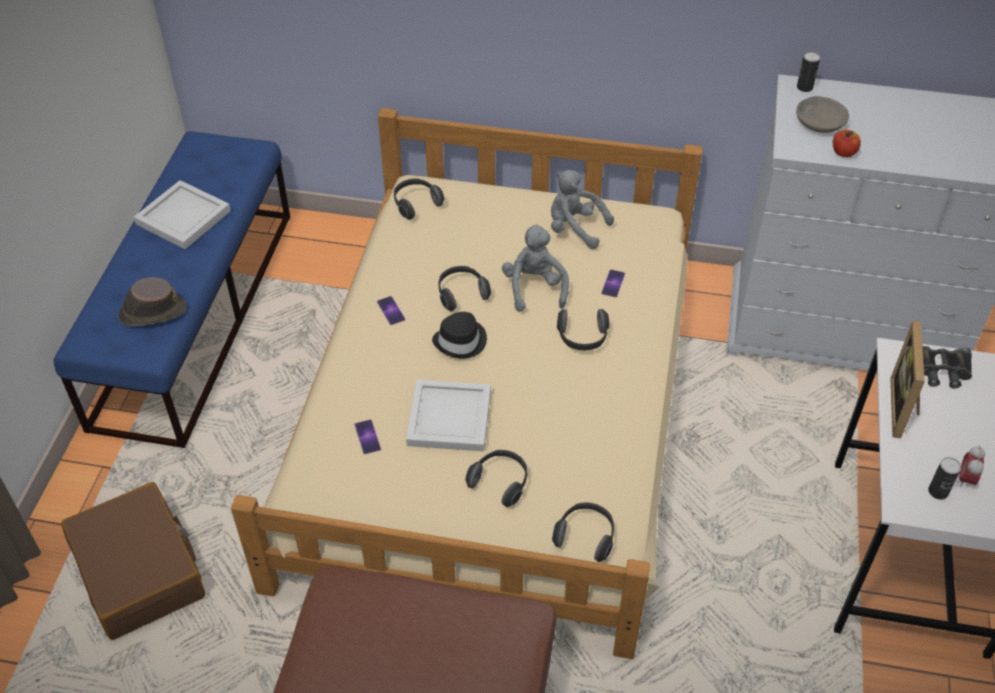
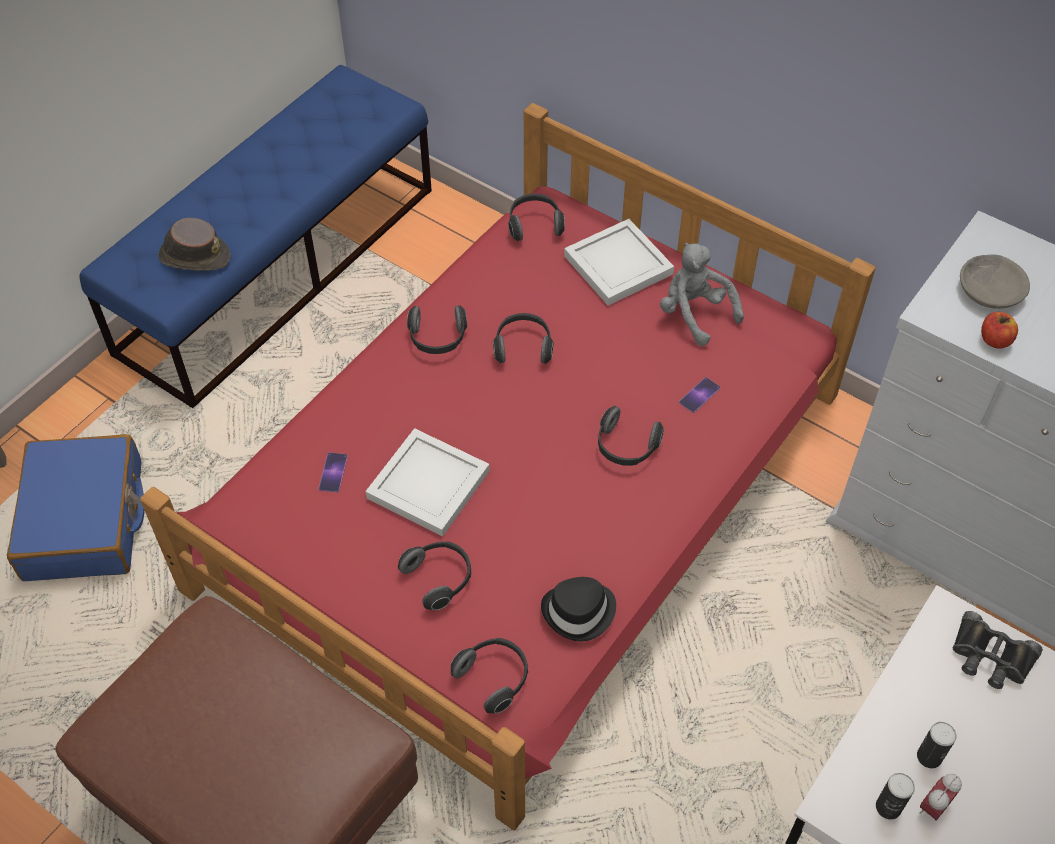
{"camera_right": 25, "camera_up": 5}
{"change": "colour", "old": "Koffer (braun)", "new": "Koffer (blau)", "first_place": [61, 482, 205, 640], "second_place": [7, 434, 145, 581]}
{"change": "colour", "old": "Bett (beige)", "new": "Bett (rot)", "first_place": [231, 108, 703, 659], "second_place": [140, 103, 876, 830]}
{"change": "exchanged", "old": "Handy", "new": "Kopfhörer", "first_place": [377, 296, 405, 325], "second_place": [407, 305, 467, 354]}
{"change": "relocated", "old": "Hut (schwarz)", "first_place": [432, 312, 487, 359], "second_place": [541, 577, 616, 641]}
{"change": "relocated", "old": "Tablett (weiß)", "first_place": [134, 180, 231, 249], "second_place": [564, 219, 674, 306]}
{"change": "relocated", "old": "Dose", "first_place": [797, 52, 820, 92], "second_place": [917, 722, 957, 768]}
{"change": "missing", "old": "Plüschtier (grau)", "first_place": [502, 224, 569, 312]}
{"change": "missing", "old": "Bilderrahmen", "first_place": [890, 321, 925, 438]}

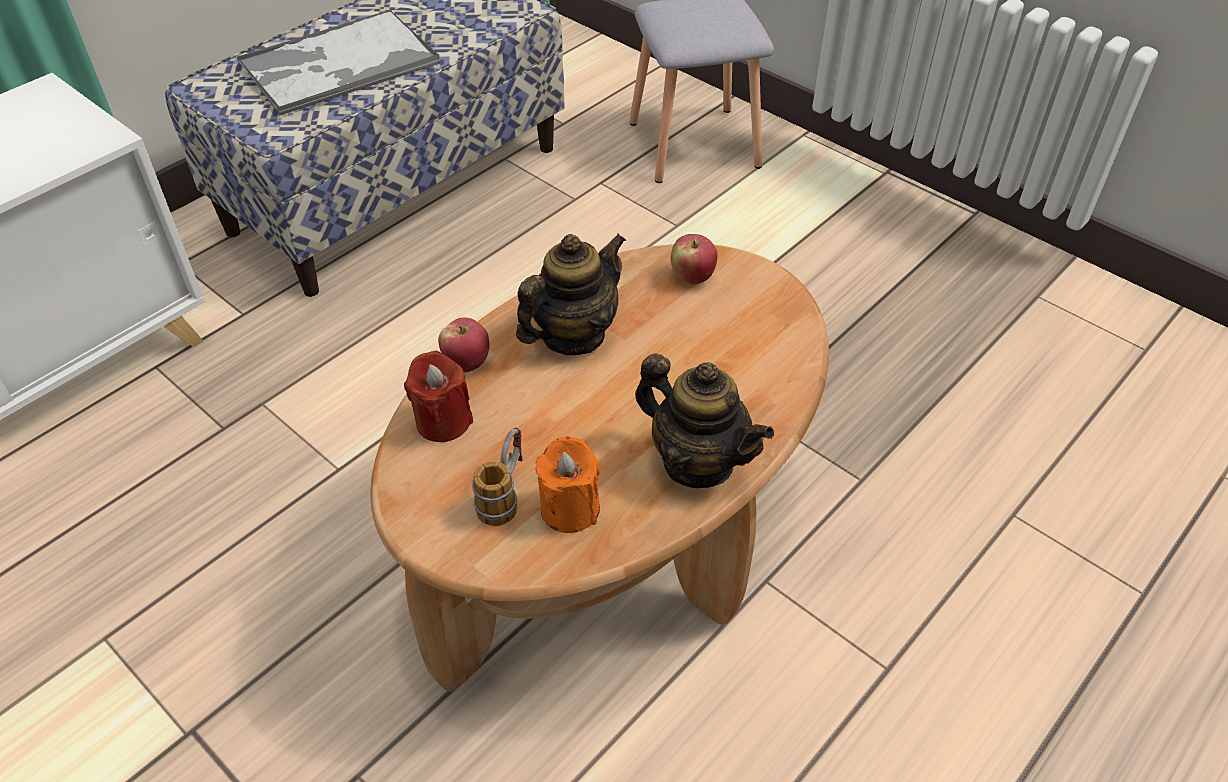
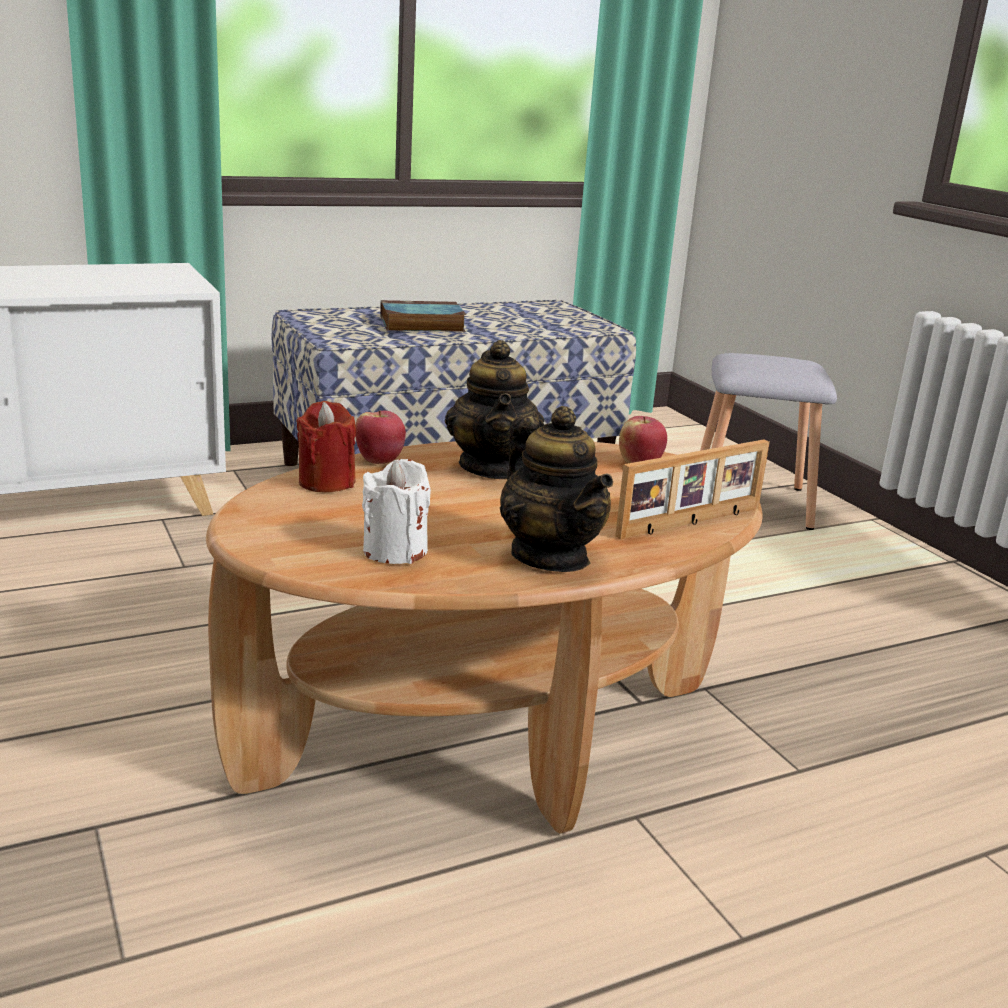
{"camera_right": 20, "camera_up": -25}
{"change": "colour", "old": "Kerze (orange)", "new": "Kerze (weiß)", "first_place": [536, 436, 600, 533], "second_place": [362, 459, 431, 564]}
{"change": "exchanged", "old": "Tablett", "new": "Buch", "first_place": [237, 9, 441, 116], "second_place": [380, 300, 466, 332]}
{"change": "spun", "old": "Teekanne", "first_place": [516, 234, 626, 355], "second_place": [445, 340, 544, 479], "degrees": 105}
{"change": "appeared", "new": "Bilderrahmen", "second_place": [615, 440, 770, 539]}
{"change": "missing", "old": "Henkelbecher", "first_place": [472, 427, 523, 526]}

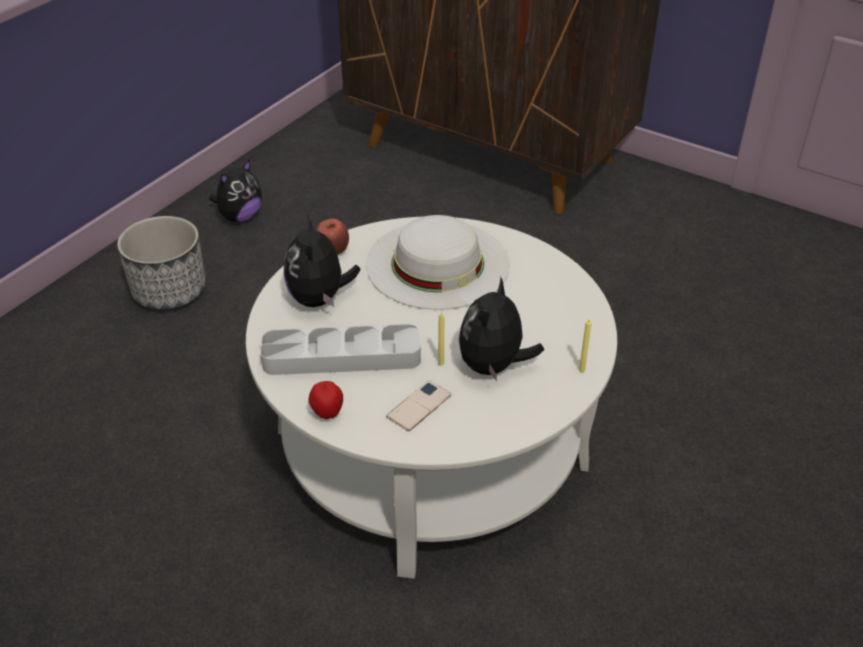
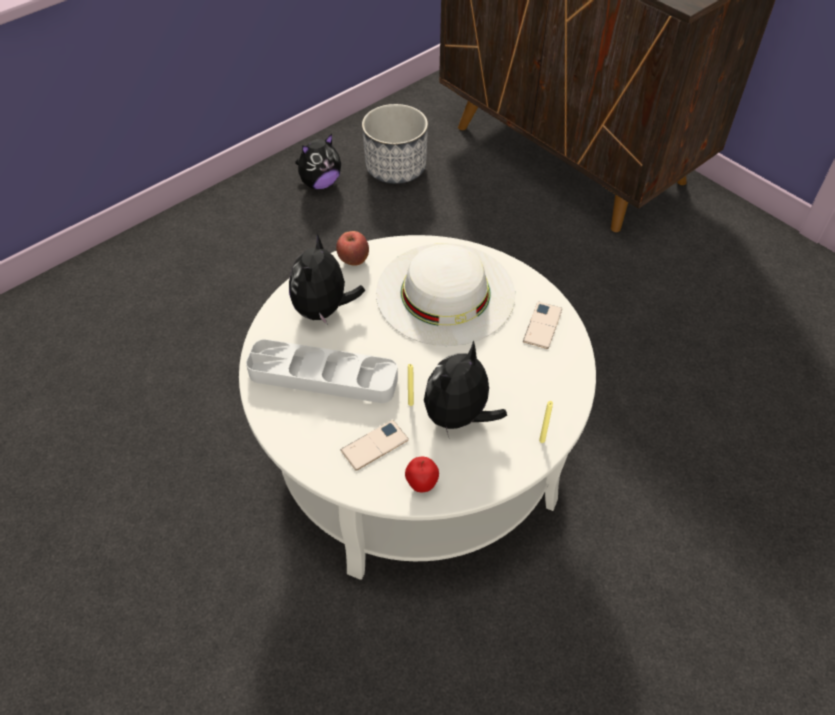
{"camera_right": 15, "camera_up": 10}
{"change": "relocated", "old": "Pflanzkübel", "first_place": [117, 216, 206, 310], "second_place": [362, 104, 428, 184]}
{"change": "relocated", "old": "Apfel", "first_place": [309, 381, 343, 419], "second_place": [405, 457, 439, 492]}
{"change": "appeared", "new": "Handy", "second_place": [523, 302, 562, 349]}

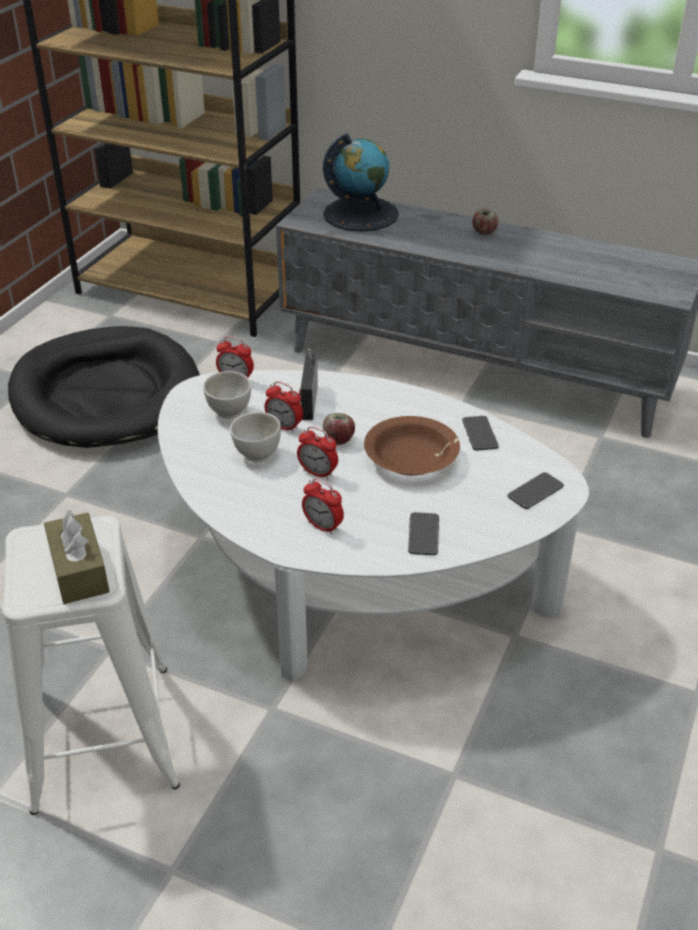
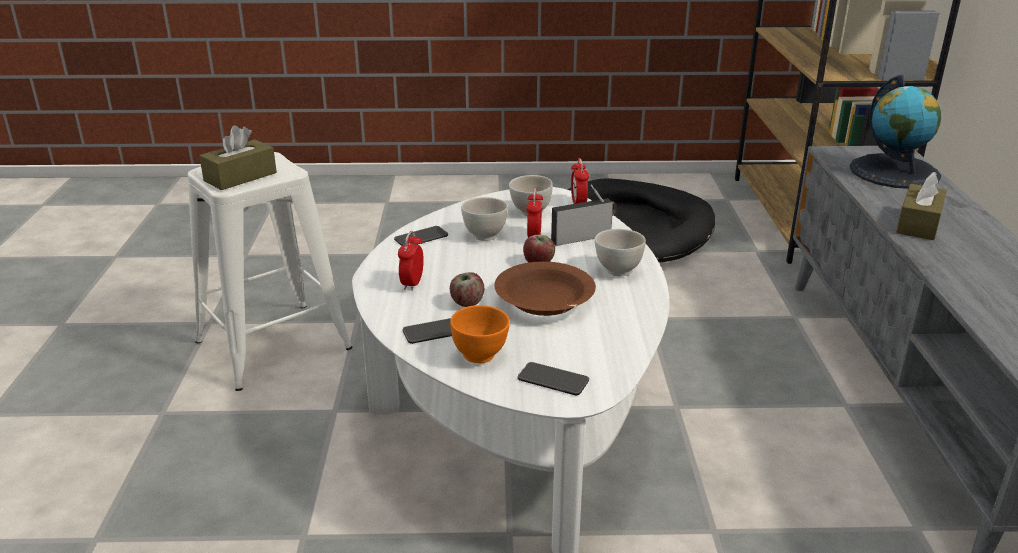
{"camera_right": 65, "camera_up": -10}
{"change": "relocated", "old": "Handy", "first_place": [462, 416, 499, 451], "second_place": [394, 226, 448, 246]}
{"change": "relocated", "old": "Apfel", "first_place": [473, 209, 498, 235], "second_place": [450, 272, 484, 307]}
{"change": "appeared", "new": "Schüssel (orange)", "second_place": [450, 305, 510, 363]}
{"change": "appeared", "new": "Schüssel (weiß)", "second_place": [595, 229, 646, 276]}
{"change": "appeared", "new": "Taschentuchbox (braun)", "second_place": [896, 172, 947, 240]}
{"change": "missing", "old": "Wecker", "first_place": [297, 426, 338, 480]}

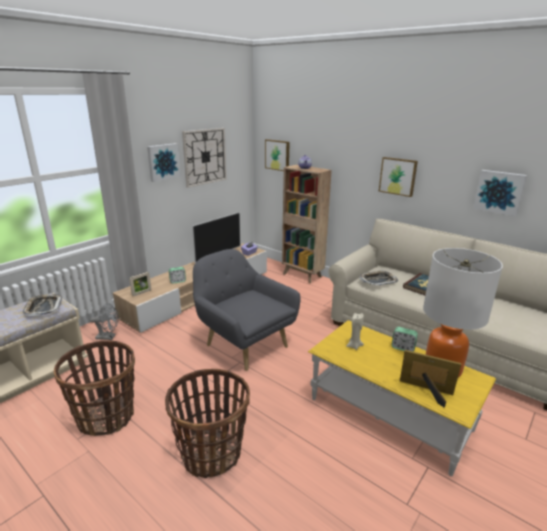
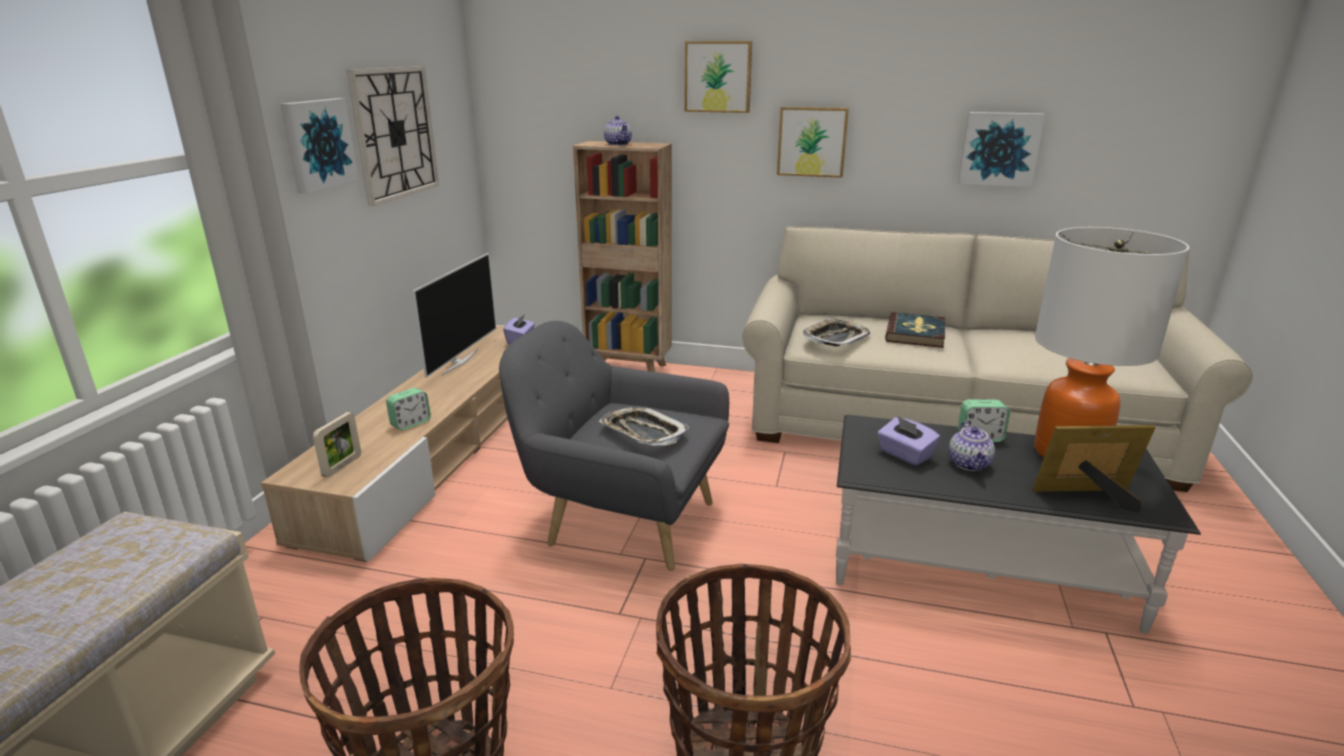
{"camera_right": -25, "camera_up": 0}
{"change": "relocated", "old": "Tablett", "first_place": [23, 294, 62, 316], "second_place": [599, 406, 689, 446]}
{"change": "relocated", "old": "Bild", "first_place": [265, 139, 290, 171], "second_place": [685, 41, 752, 113]}
{"change": "colour", "old": "Couchtisch (gelb)", "new": "Couchtisch (schwarz)", "first_place": [308, 320, 496, 476], "second_place": [836, 415, 1201, 634]}
{"change": "exchanged", "old": "Kerze (beige)", "new": "Taschentuchbox (lila)", "first_place": [346, 313, 364, 350], "second_place": [877, 416, 940, 466]}
{"change": "appeared", "new": "Teekanne", "second_place": [949, 421, 995, 471]}
{"change": "missing", "old": "Ventilator (grau)", "first_place": [90, 303, 119, 340]}

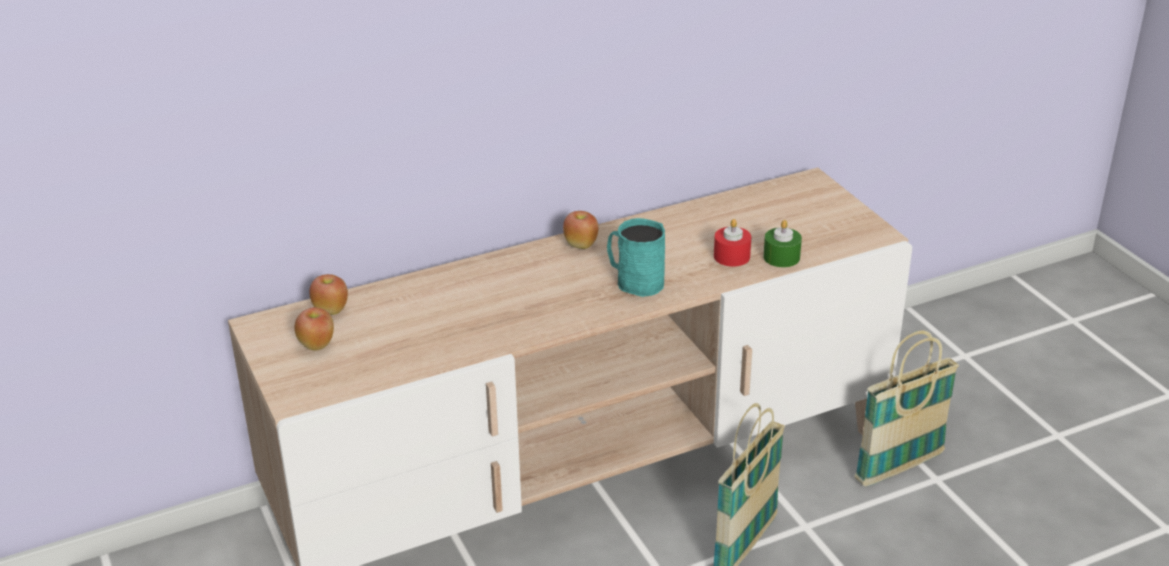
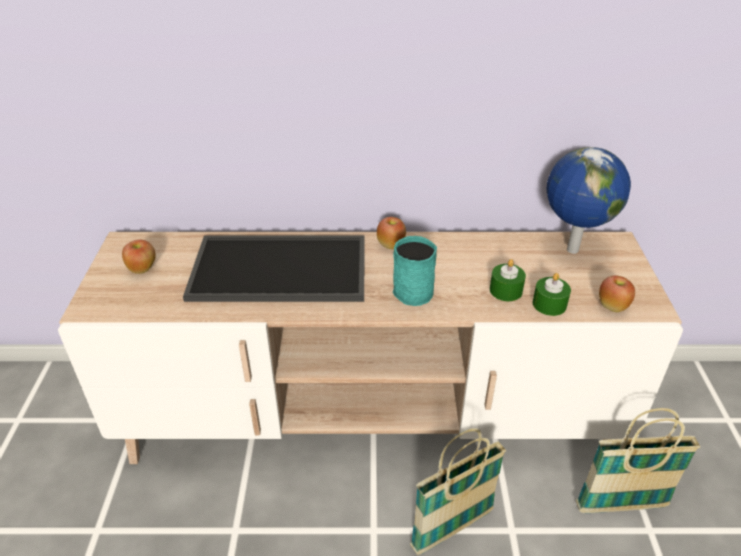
{"camera_right": 25, "camera_up": 5}
{"change": "appeared", "new": "Tablett", "second_place": [183, 235, 365, 302]}
{"change": "colour", "old": "Kerze (rot)", "new": "Kerze (grün)", "first_place": [714, 219, 751, 267], "second_place": [490, 259, 526, 301]}
{"change": "appeared", "new": "Globus", "second_place": [547, 147, 631, 254]}
{"change": "relocated", "old": "Apfel", "first_place": [309, 274, 348, 315], "second_place": [599, 275, 635, 312]}

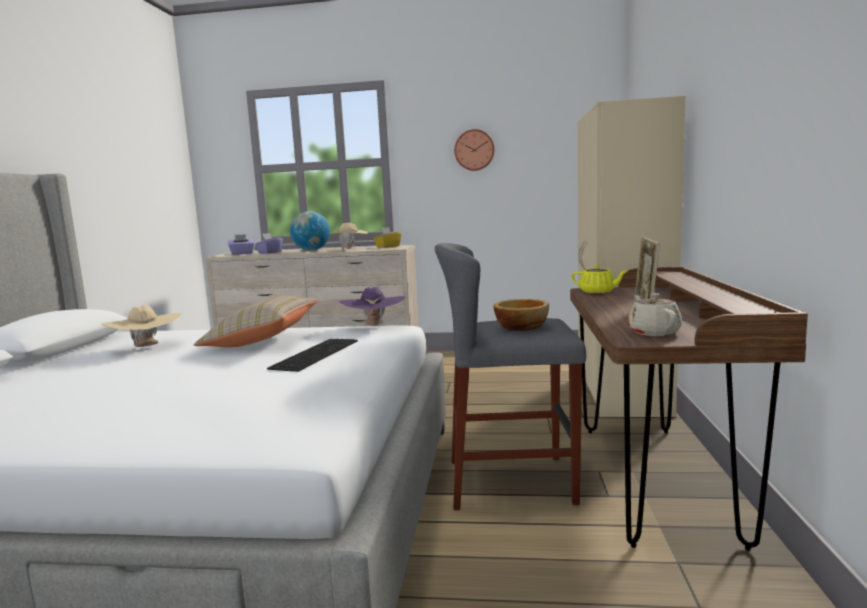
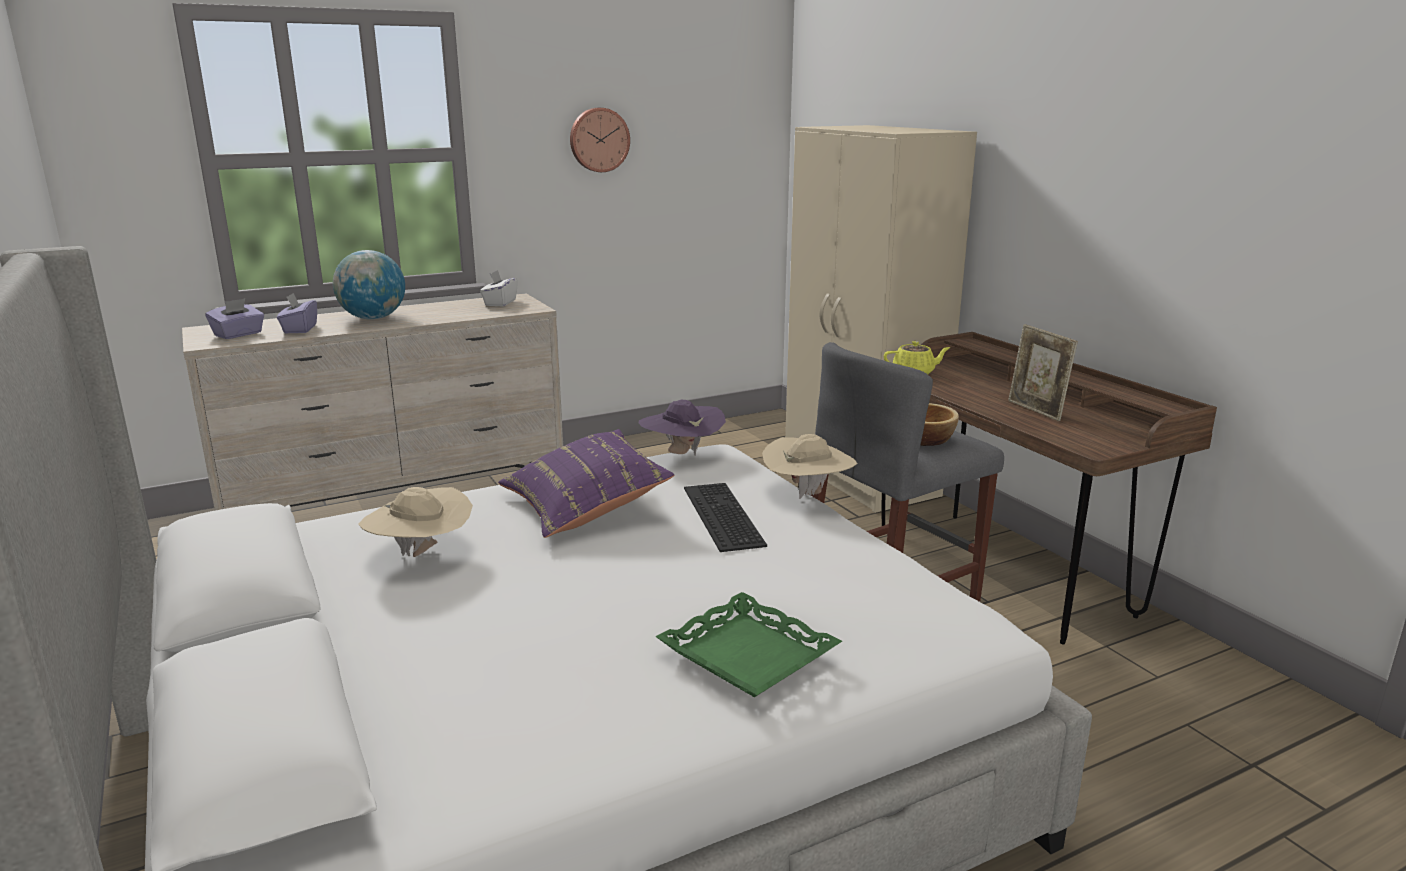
{"camera_right": -35, "camera_up": 10}
{"change": "colour", "old": "Taschentuchbox (gelb)", "new": "Taschentuchbox (weiß)", "first_place": [373, 227, 401, 248], "second_place": [480, 270, 518, 306]}
{"change": "colour", "old": "Kissen (beige)", "new": "Kissen (lila)", "first_place": [194, 296, 318, 347], "second_place": [498, 429, 674, 538]}
{"change": "appeared", "new": "Tablett (grün)", "second_place": [655, 592, 842, 697]}
{"change": "relocated", "old": "Hut (beige)", "first_place": [329, 223, 368, 250], "second_place": [762, 434, 858, 499]}
{"change": "missing", "old": "Teekanne (beige)", "first_place": [628, 293, 682, 336]}

